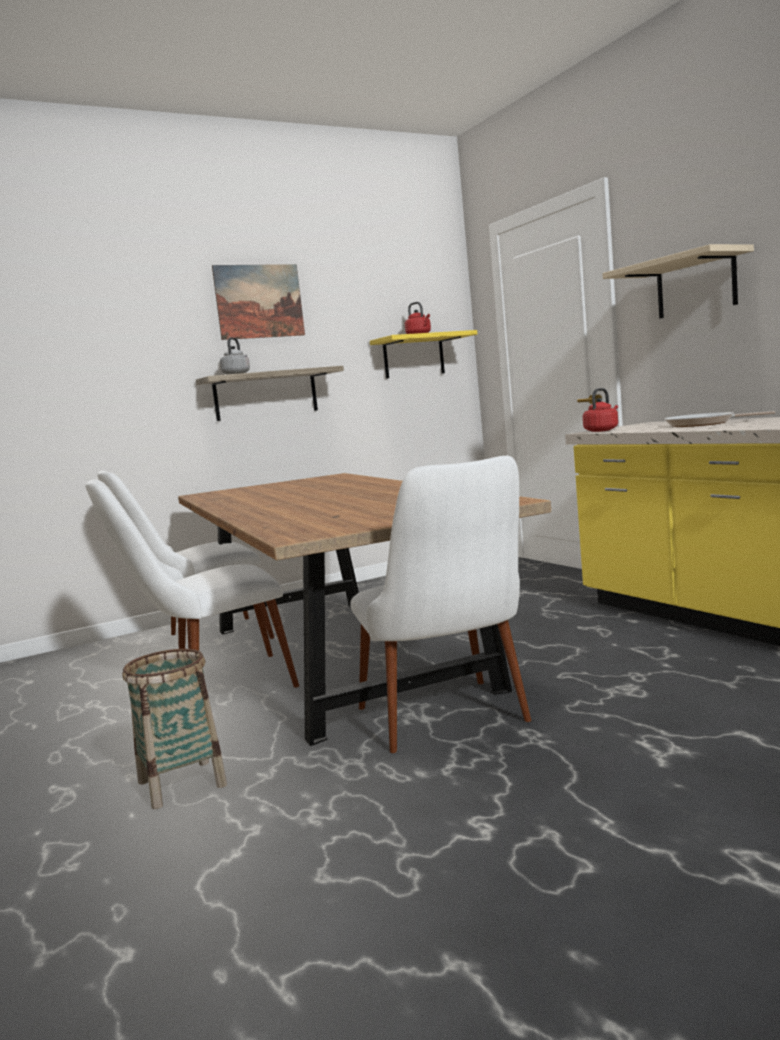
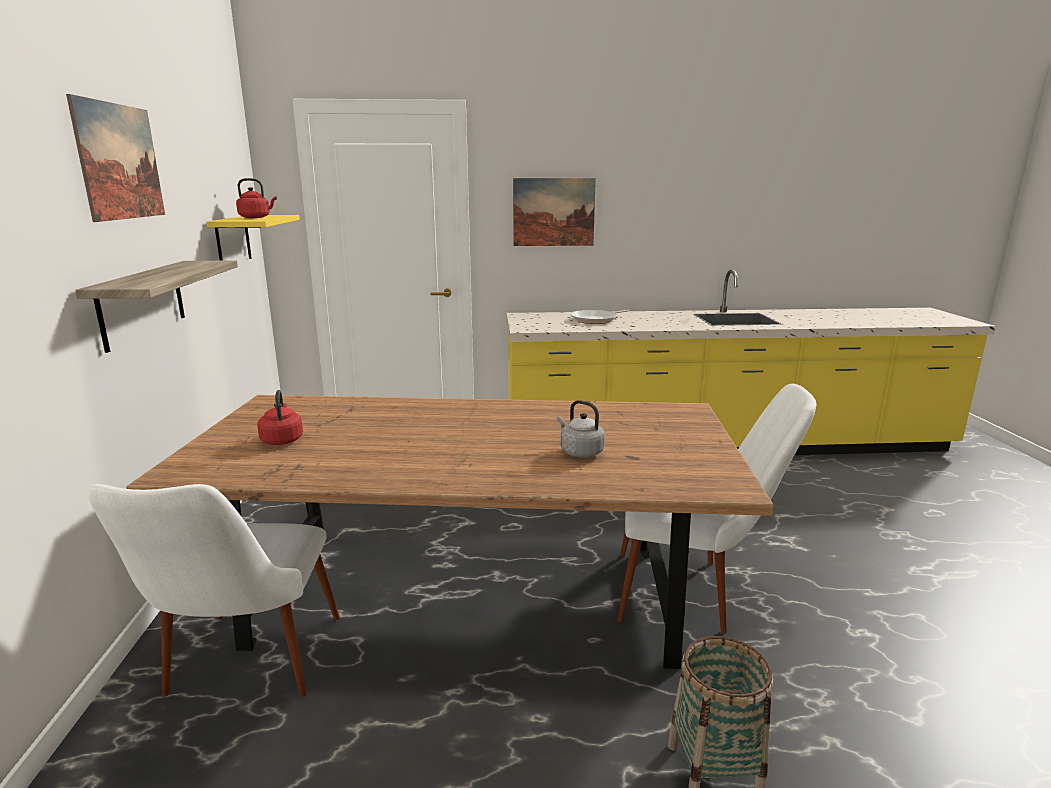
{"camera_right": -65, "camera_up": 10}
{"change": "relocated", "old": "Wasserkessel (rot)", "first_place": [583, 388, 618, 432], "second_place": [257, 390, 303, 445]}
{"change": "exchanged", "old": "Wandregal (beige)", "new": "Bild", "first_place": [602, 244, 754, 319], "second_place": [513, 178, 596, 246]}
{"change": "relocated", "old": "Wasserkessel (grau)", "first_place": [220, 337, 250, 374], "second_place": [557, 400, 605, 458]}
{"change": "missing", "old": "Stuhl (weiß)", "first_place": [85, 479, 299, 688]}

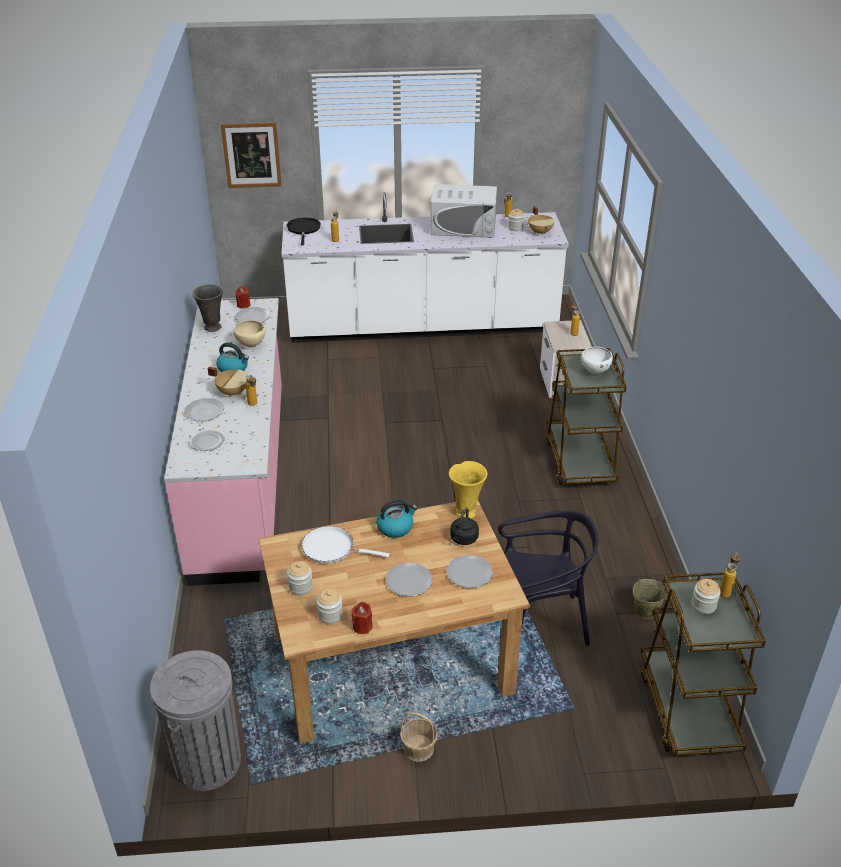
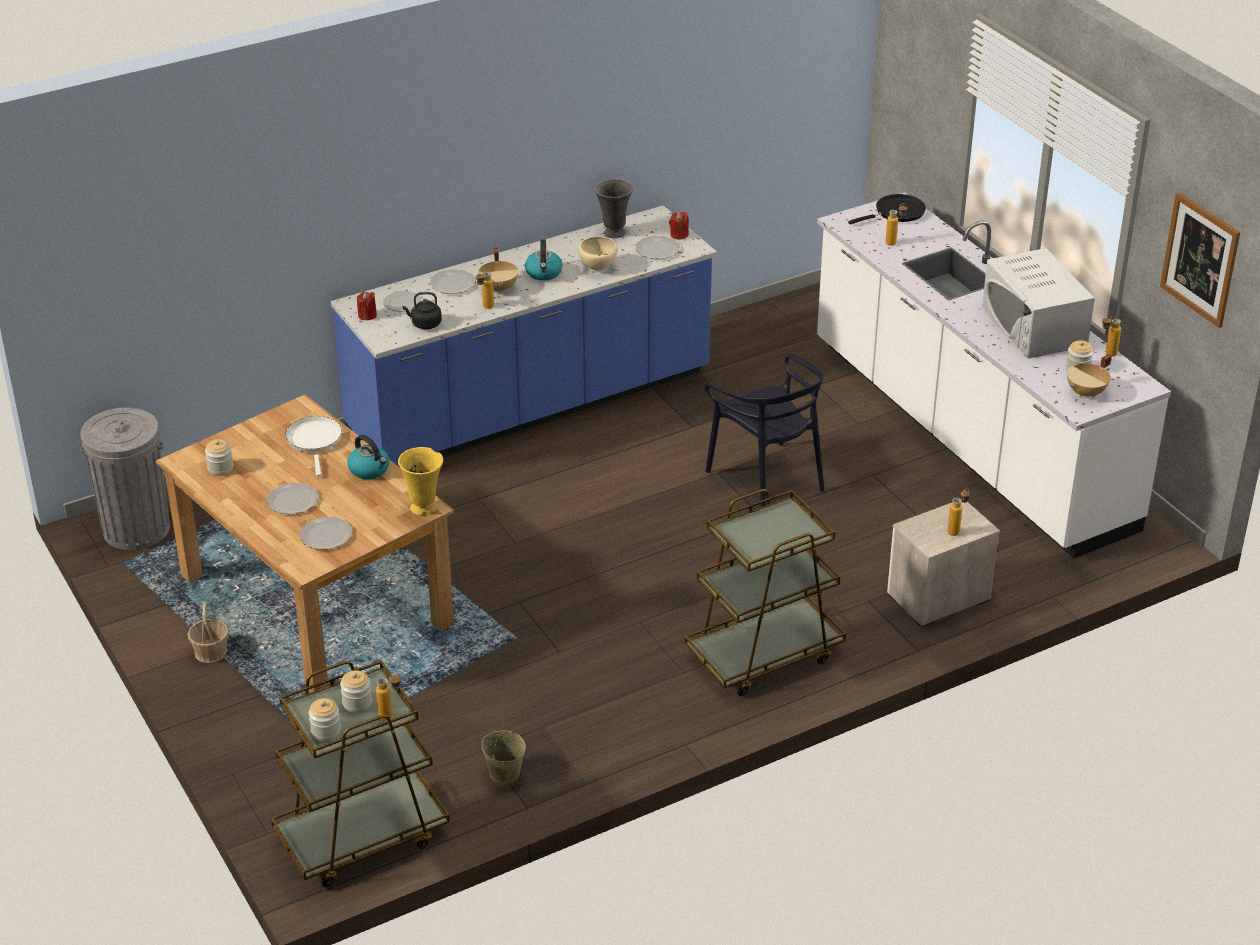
{"camera_right": 65, "camera_up": 0}
{"change": "relocated", "old": "Vorratsglas", "first_place": [287, 561, 313, 595], "second_place": [309, 698, 341, 741]}
{"change": "colour", "old": "Küchenzeile (rosa)", "new": "Küchenzeile (blau)", "first_place": [164, 298, 282, 586], "second_place": [331, 205, 717, 467]}
{"change": "relocated", "old": "Kerze (rot)", "first_place": [351, 602, 372, 634], "second_place": [357, 291, 377, 320]}
{"change": "relocated", "old": "Wasserkessel (schwarz)", "first_place": [450, 508, 479, 545], "second_place": [402, 292, 442, 329]}
{"change": "relocated", "old": "Stuhl (schwarz)", "first_place": [498, 510, 599, 646], "second_place": [705, 354, 824, 507]}
{"change": "relocated", "old": "Bild", "first_place": [221, 122, 282, 188], "second_place": [1160, 192, 1240, 328]}
{"change": "missing", "old": "Schüssel (weiß)", "first_place": [581, 347, 613, 374]}

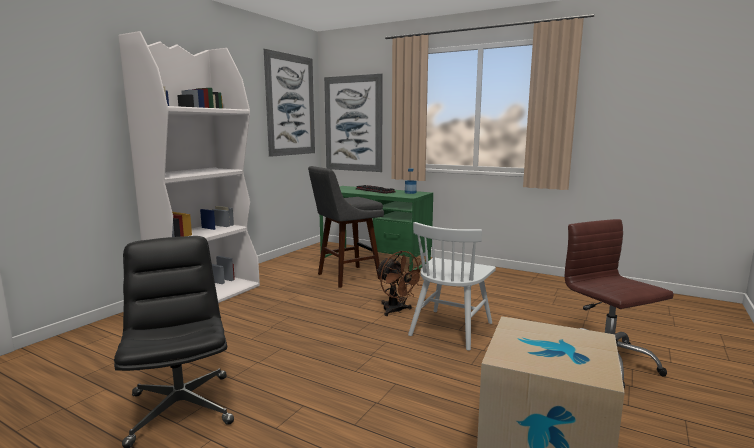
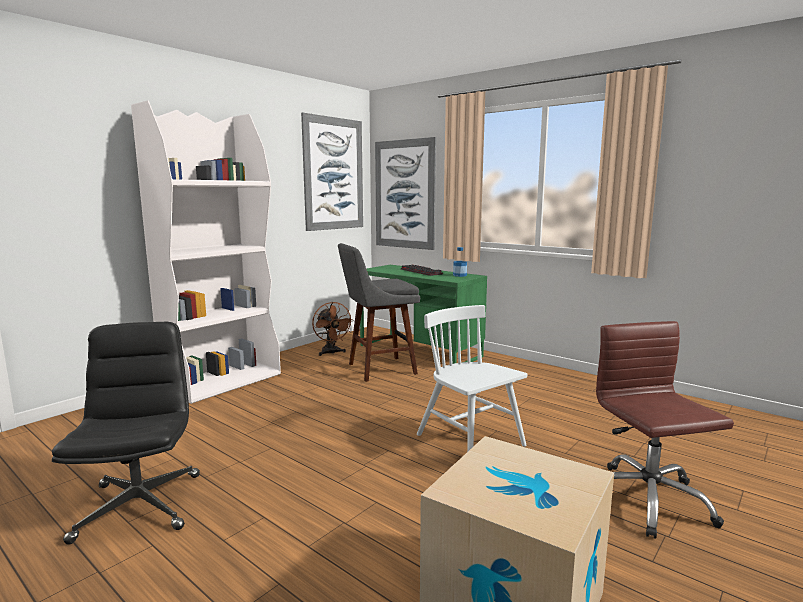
{"camera_right": 10, "camera_up": 0}
{"change": "relocated", "old": "Ventilator (braun)", "first_place": [377, 251, 422, 316], "second_place": [312, 302, 354, 356]}
{"change": "spun", "old": "Stuhl (weiß)", "first_place": [408, 222, 496, 351], "second_place": [417, 305, 527, 452], "degrees": 105}

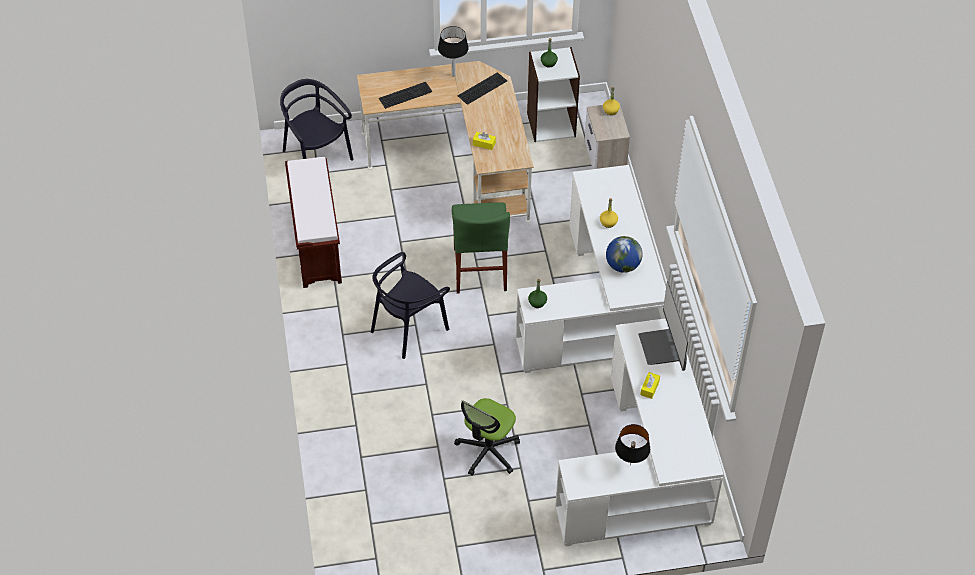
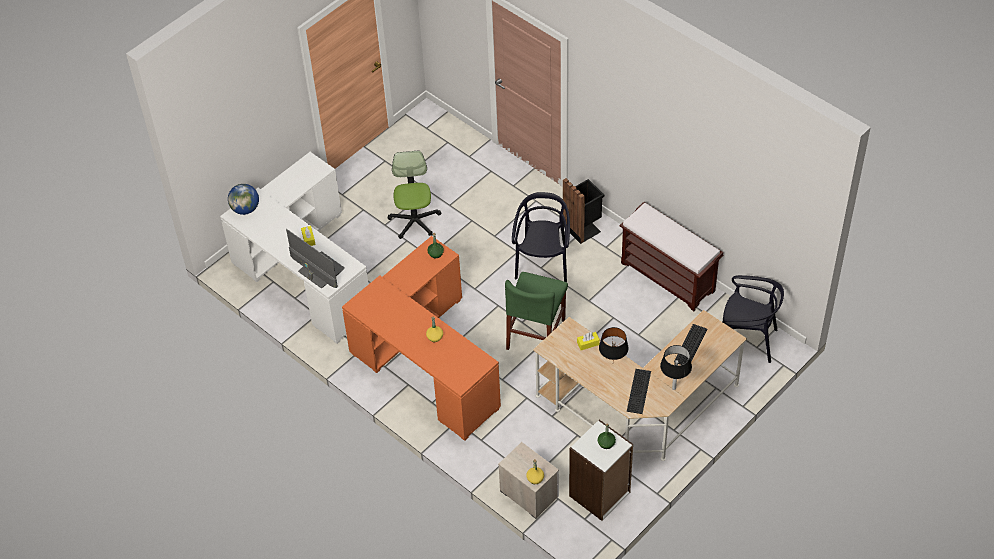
{"camera_right": 145, "camera_up": 0}
{"change": "relocated", "old": "Globus", "first_place": [606, 236, 643, 273], "second_place": [228, 184, 259, 215]}
{"change": "colour", "old": "Schreibtisch (weiß)", "new": "Schreibtisch (orange)", "first_place": [516, 165, 666, 373], "second_place": [342, 236, 501, 441]}
{"change": "spun", "old": "Stuhl (grün)", "first_place": [452, 202, 510, 293], "second_place": [505, 272, 568, 350], "degrees": -120}
{"change": "appeared", "new": "Mülleimer (schwarz)", "second_place": [563, 178, 604, 244]}
{"change": "relocated", "old": "Tischlampe (schwarz)", "first_place": [615, 424, 650, 466], "second_place": [599, 327, 629, 360]}

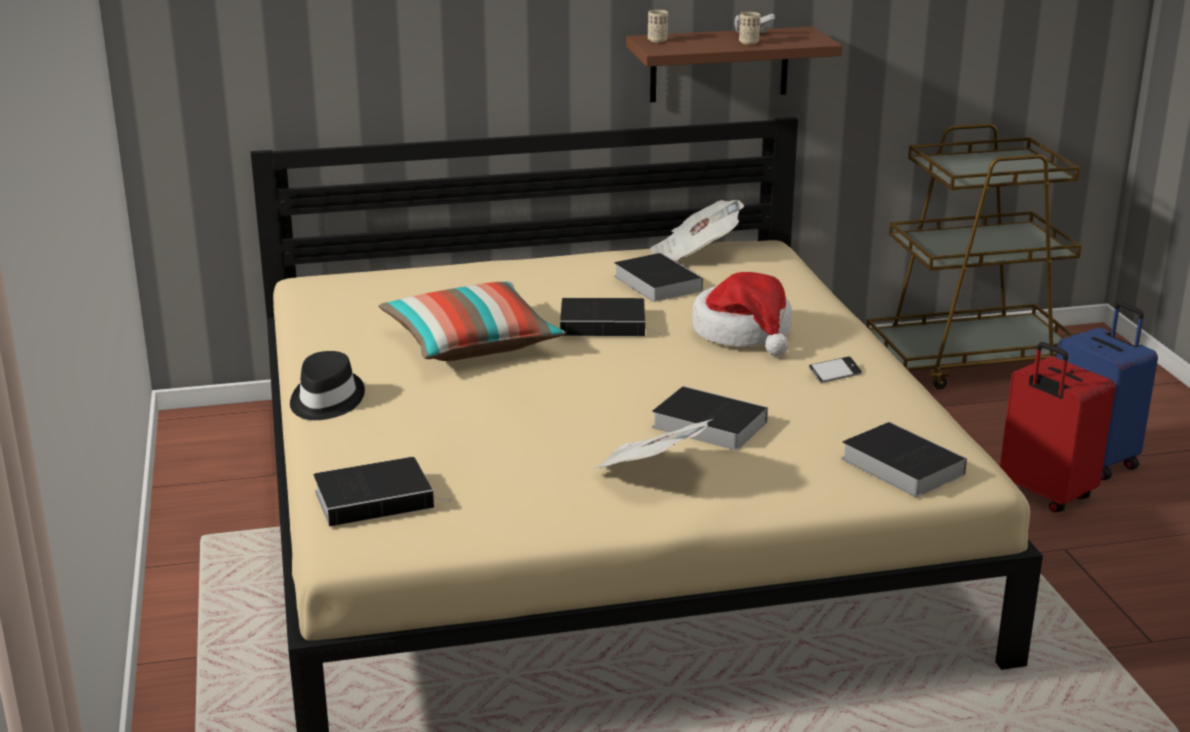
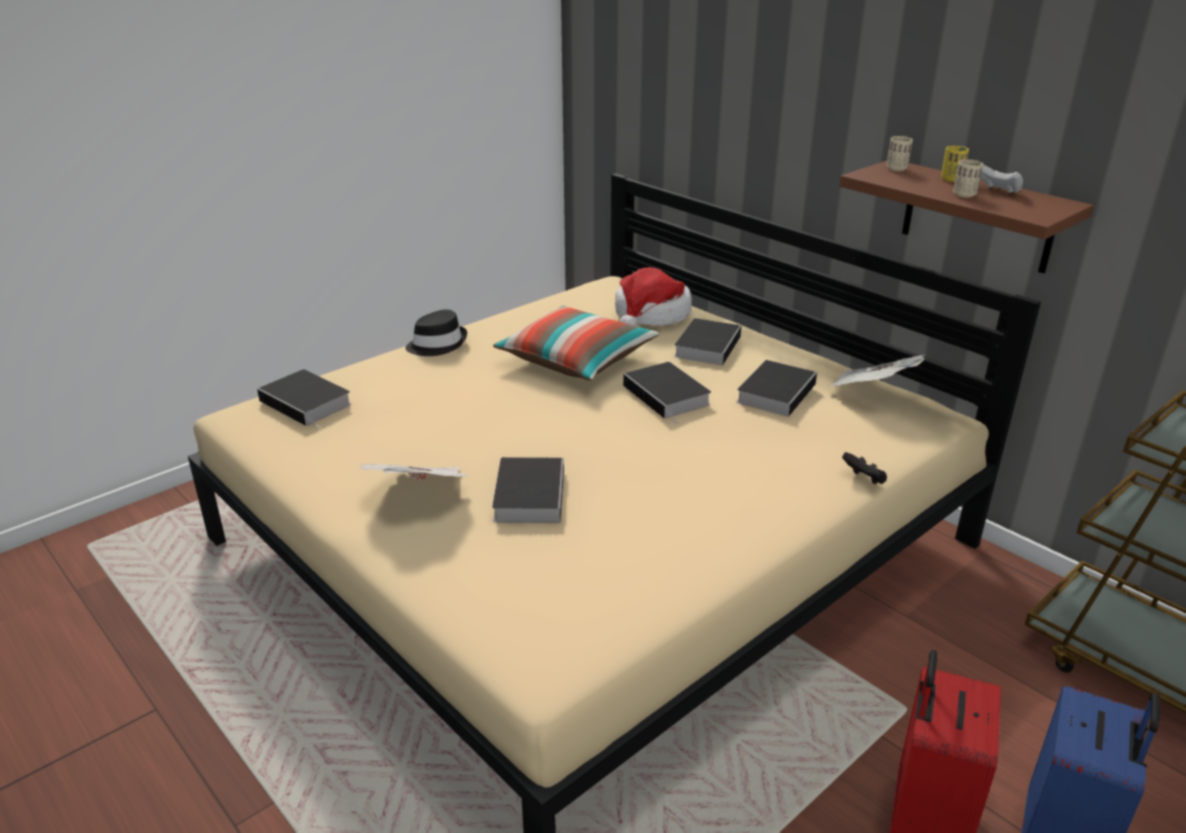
{"camera_right": 60, "camera_up": 5}
{"change": "relocated", "old": "Hut", "first_place": [692, 272, 792, 356], "second_place": [615, 267, 692, 326]}
{"change": "relocated", "old": "Buch", "first_place": [841, 422, 967, 497], "second_place": [674, 318, 741, 365]}
{"change": "appeared", "new": "Gamepad (schwarz)", "second_place": [842, 452, 887, 485]}
{"change": "appeared", "new": "Tasse (gelb)", "second_place": [941, 146, 969, 182]}
{"change": "missing", "old": "Handy", "first_place": [809, 356, 862, 383]}

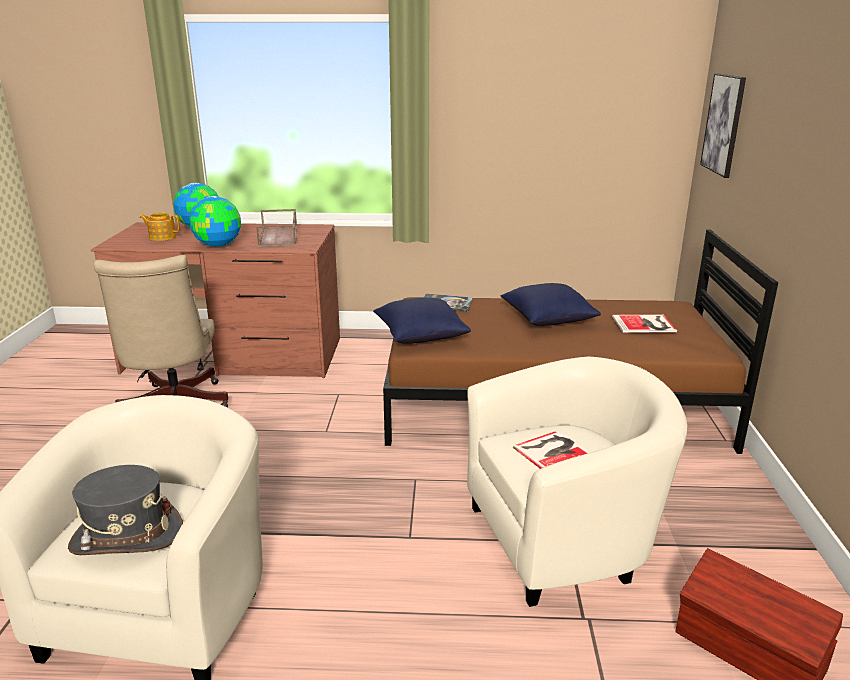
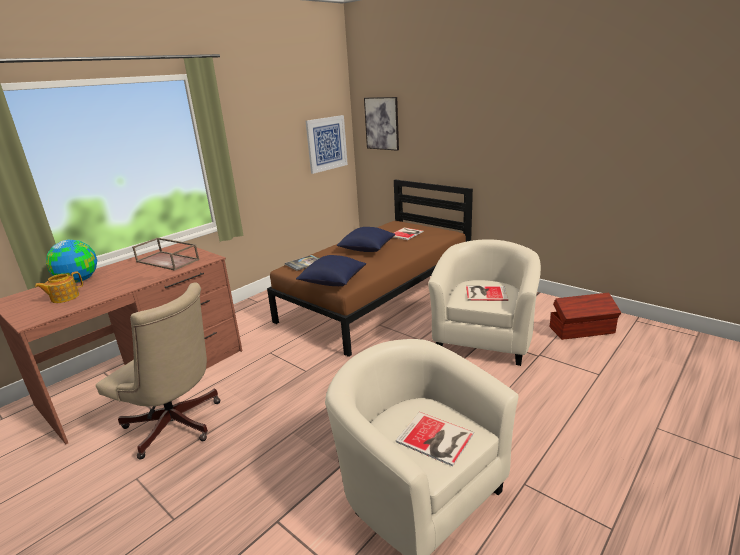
{"camera_right": -50, "camera_up": 0}
{"change": "appeared", "new": "Bild", "second_place": [306, 115, 348, 174]}
{"change": "exchanged", "old": "Hut (grau)", "new": "Buch", "first_place": [68, 465, 183, 555], "second_place": [396, 412, 474, 466]}
{"change": "missing", "old": "Globus", "first_place": [189, 196, 241, 247]}

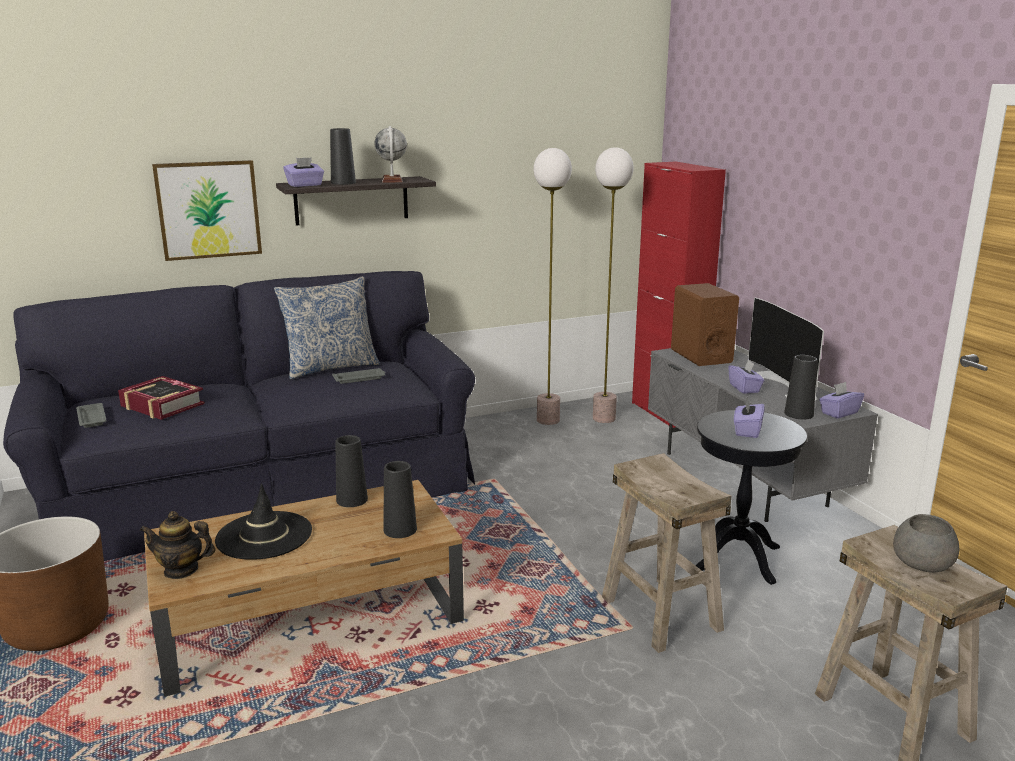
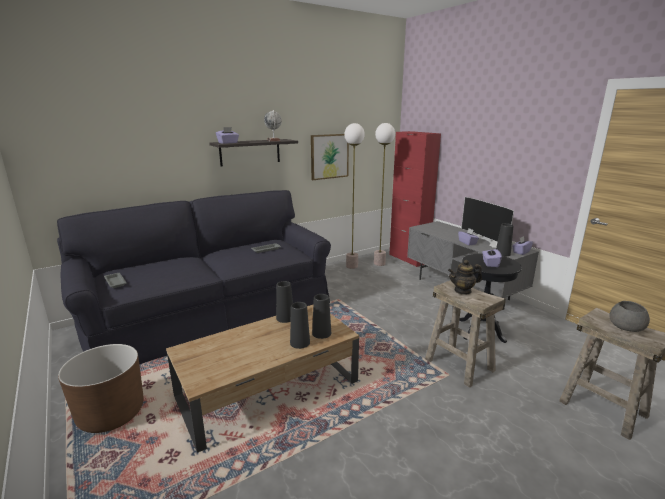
{"camera_right": -10, "camera_up": 0}
{"change": "relocated", "old": "Vase (schwarz)", "first_place": [330, 128, 356, 185], "second_place": [290, 302, 310, 349]}
{"change": "relocated", "old": "Bild", "first_place": [152, 160, 262, 261], "second_place": [311, 134, 349, 180]}
{"change": "relocated", "old": "Teekanne", "first_place": [140, 511, 215, 579], "second_place": [448, 260, 482, 295]}
{"change": "missing", "old": "Buch", "first_place": [118, 376, 205, 420]}
{"change": "missing", "old": "Hut (schwarz)", "first_place": [215, 483, 312, 560]}
{"change": "missing", "old": "Kissen", "first_place": [274, 276, 380, 379]}
{"change": "missing", "old": "Lautsprecher (braun)", "first_place": [671, 283, 739, 366]}

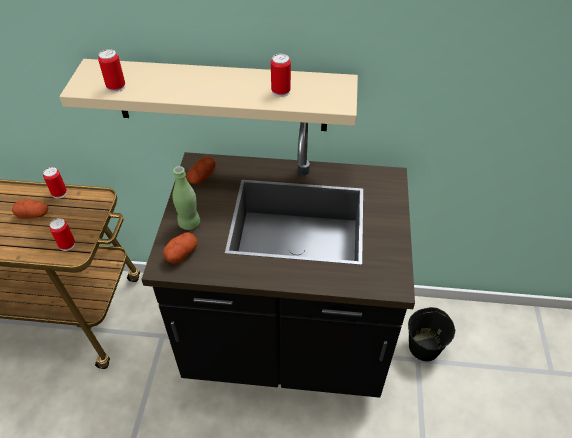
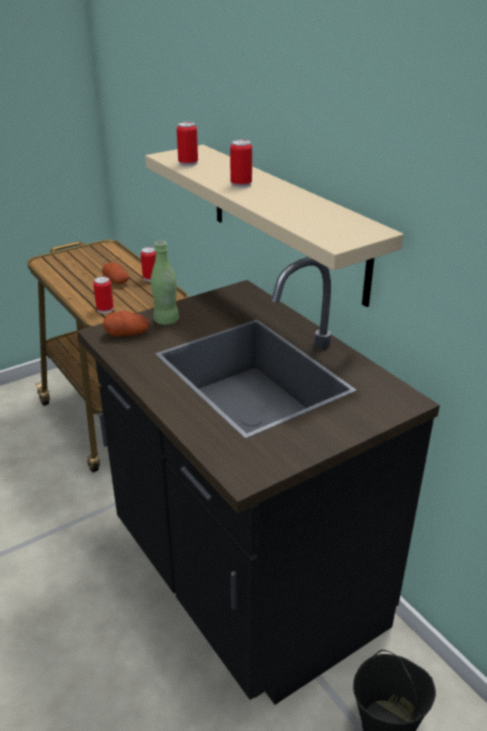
{"camera_right": 50, "camera_up": -15}
{"change": "relocated", "old": "Dose", "first_place": [271, 54, 291, 97], "second_place": [230, 140, 252, 188]}
{"change": "missing", "old": "Kartoffel", "first_place": [186, 157, 216, 184]}

